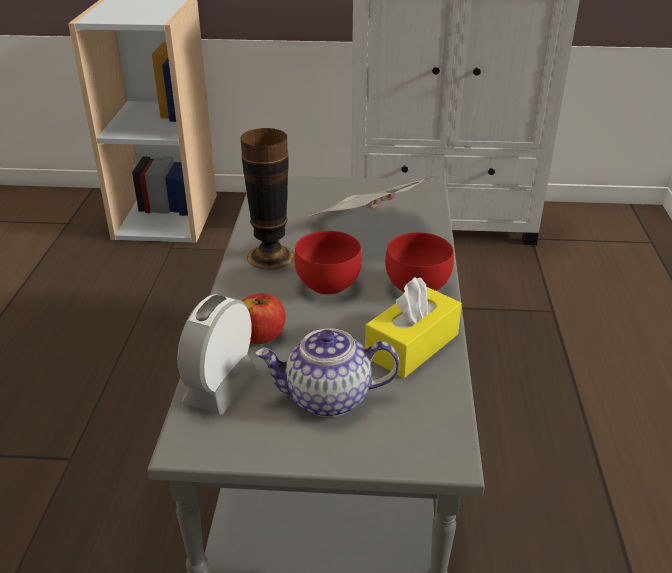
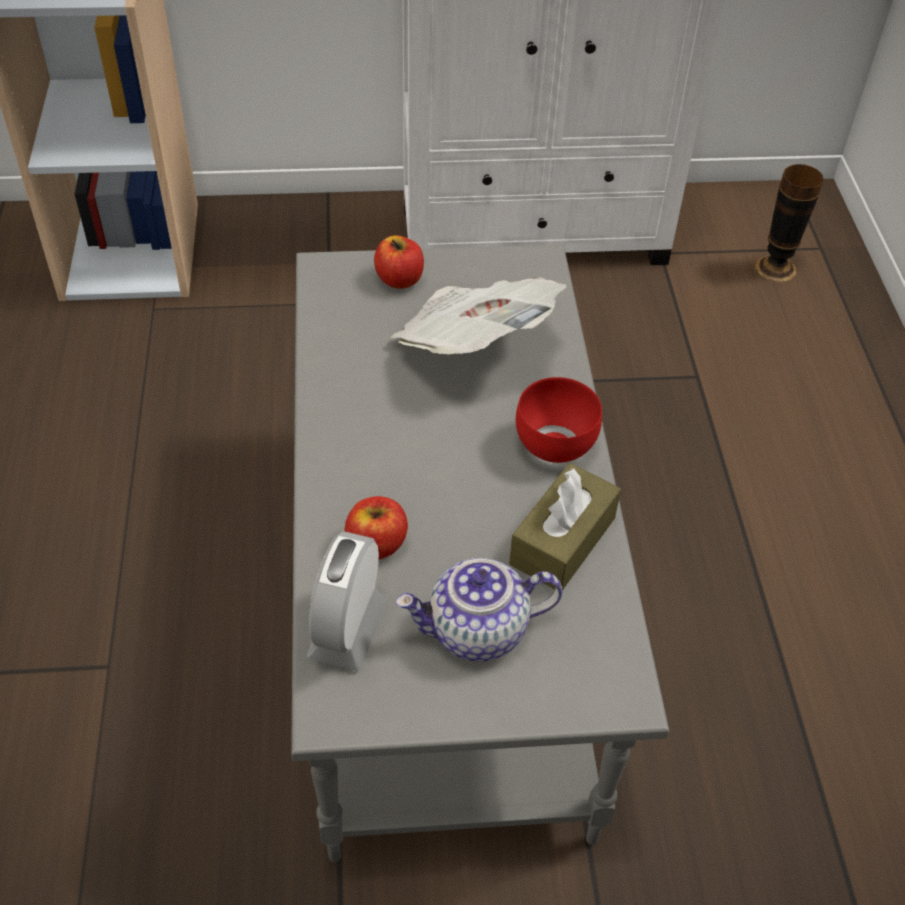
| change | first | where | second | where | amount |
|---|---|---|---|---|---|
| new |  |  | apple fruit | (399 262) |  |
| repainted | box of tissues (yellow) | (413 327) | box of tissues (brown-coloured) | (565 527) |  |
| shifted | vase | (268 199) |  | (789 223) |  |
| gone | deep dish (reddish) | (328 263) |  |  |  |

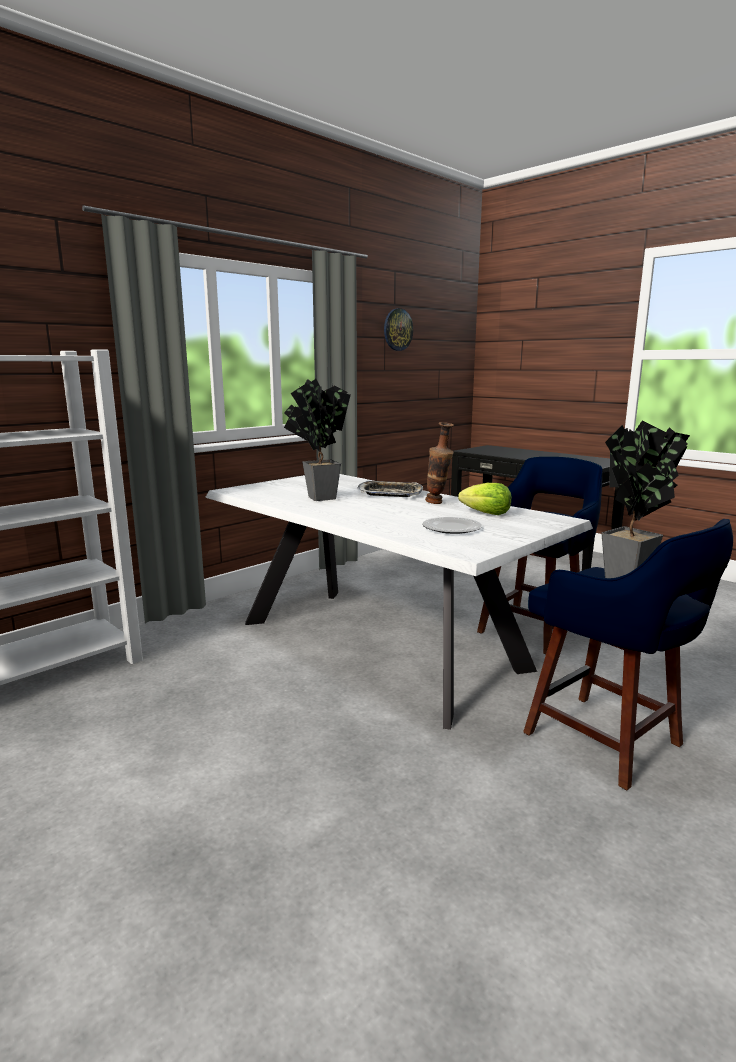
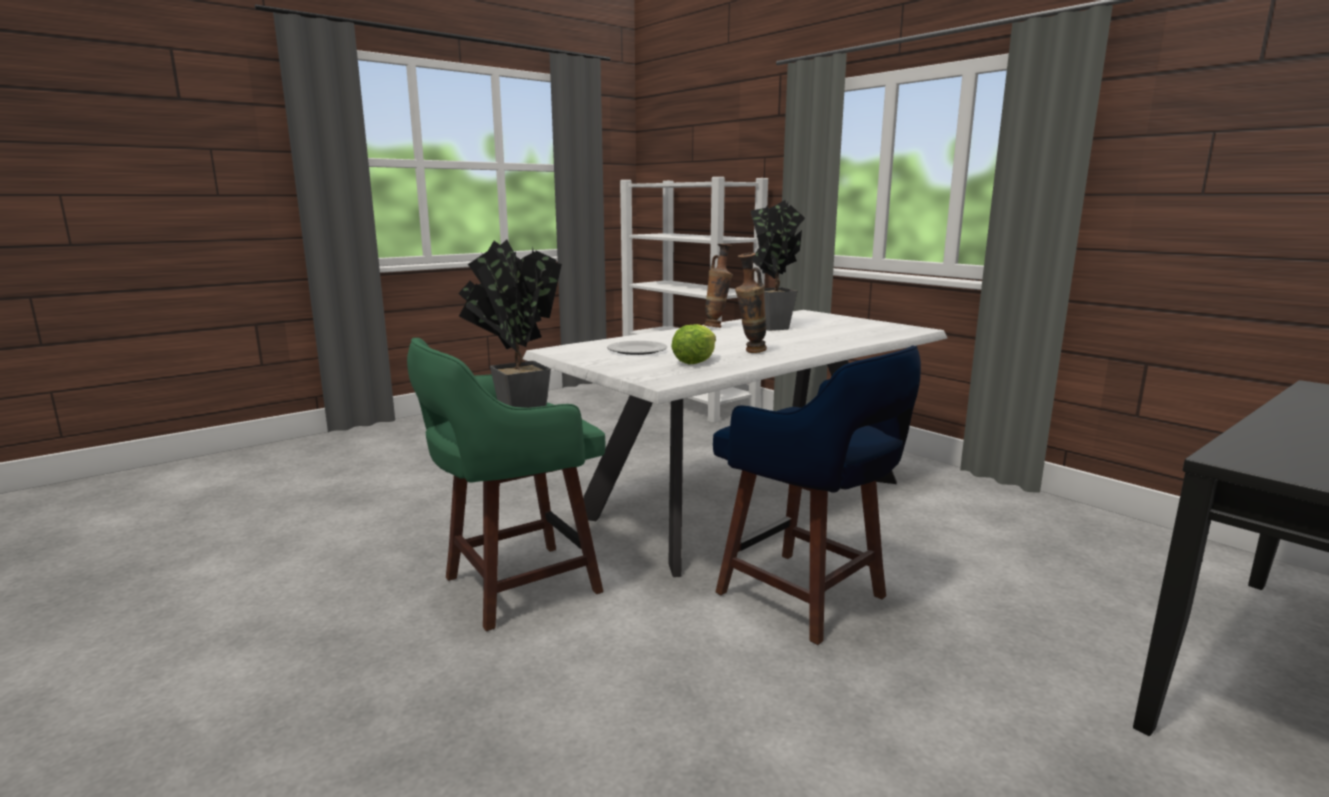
| change | first | where | second | where | amount |
|---|---|---|---|---|---|
| repainted | stool (blue) | (628 654) | stool (green-coloured) | (506 484) |  |
| new |  |  | vase | (718 286) |  |
| gone | carrying tray | (390 489) |  |  |  |
| gone | wall clock | (398 329) |  |  |  |

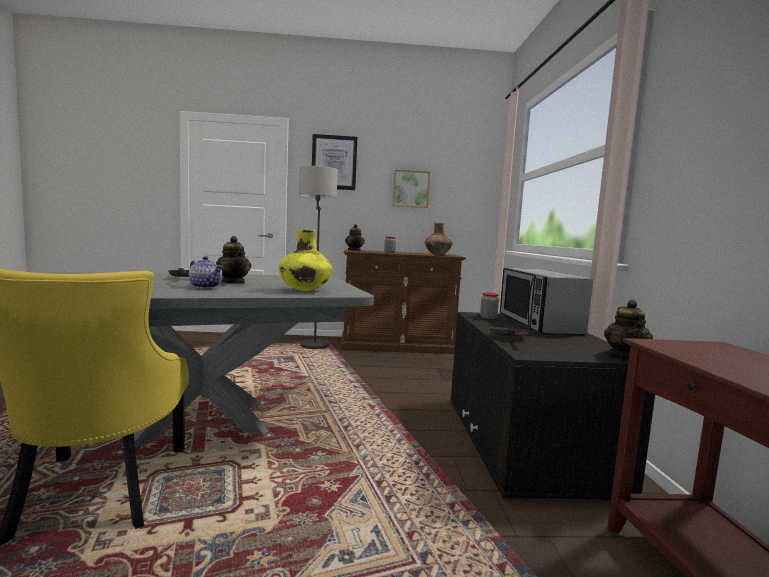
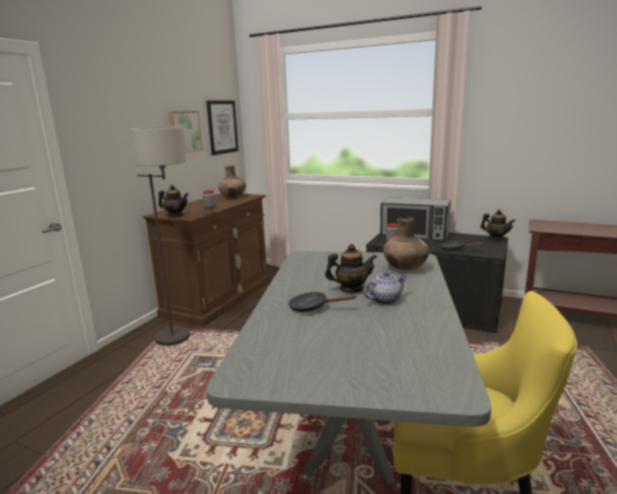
| change | first | where | second | where | amount |
|---|---|---|---|---|---|
| shifted | wall picture | (334 162) |  | (222 127) |  |
| repainted | vase (yellow) | (305 260) | vase (brown-coloured) | (406 243) |  |

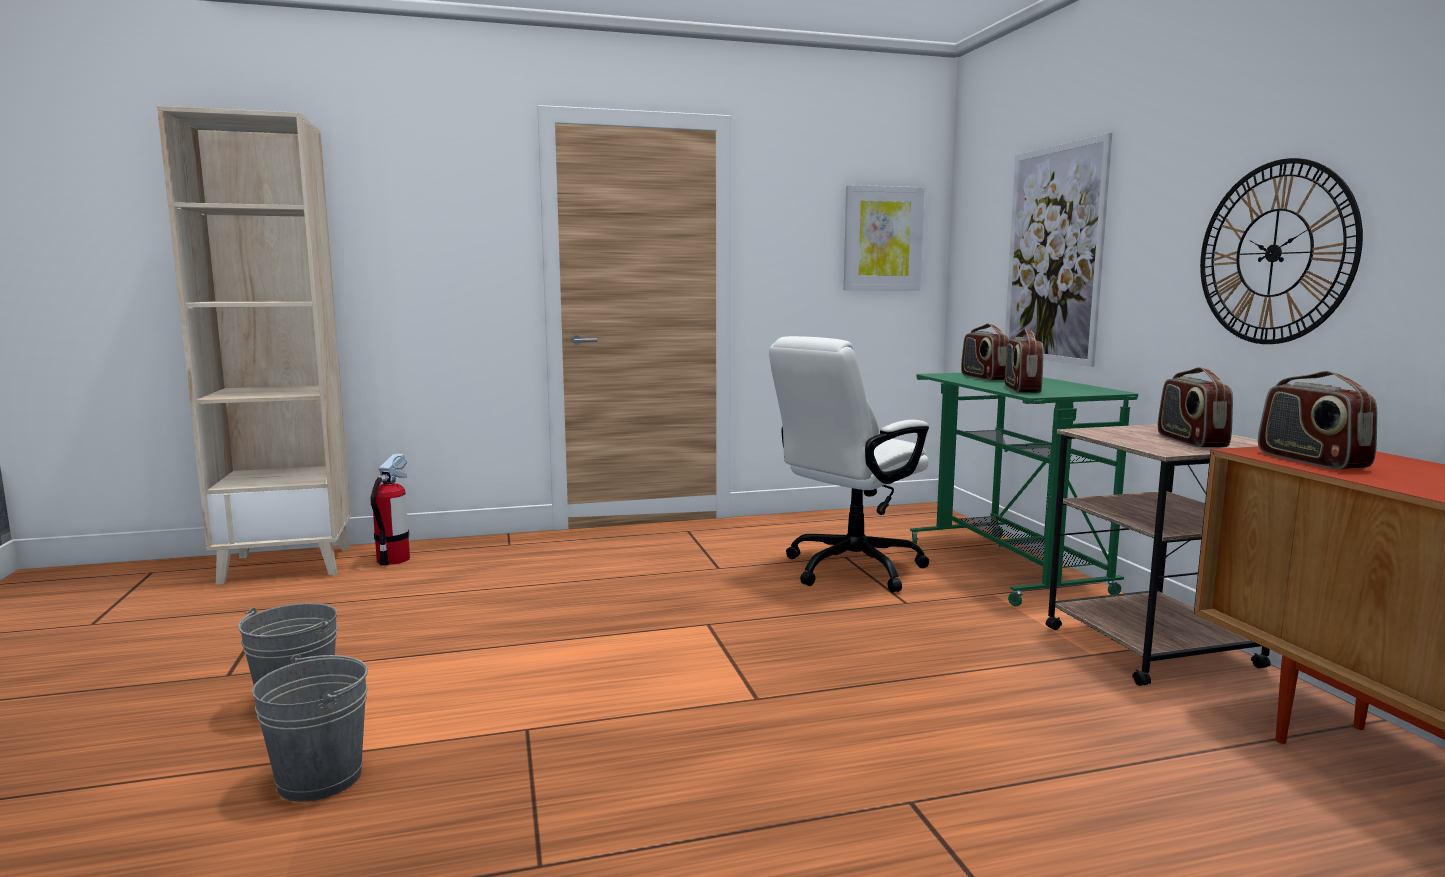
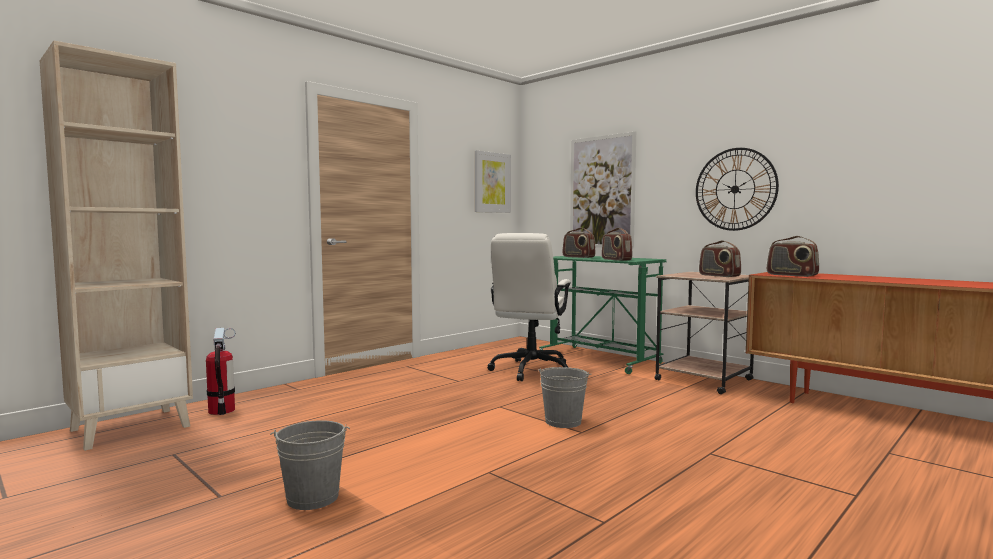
| change | first | where | second | where | amount |
|---|---|---|---|---|---|
| shifted | bucket (grey) | (310 728) |  | (564 397) |  |

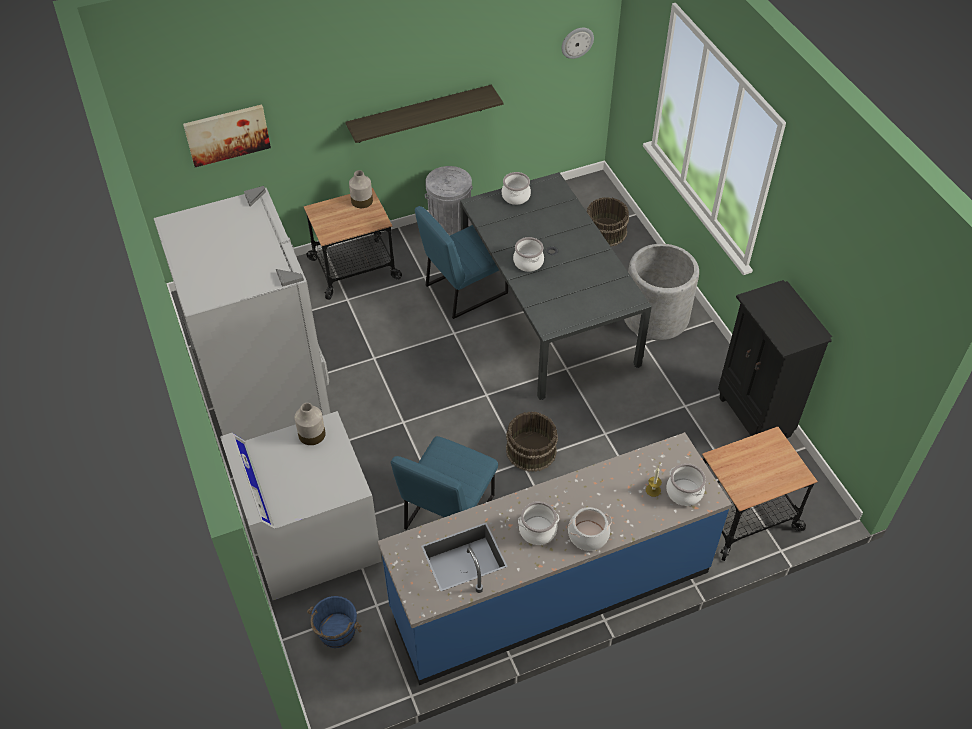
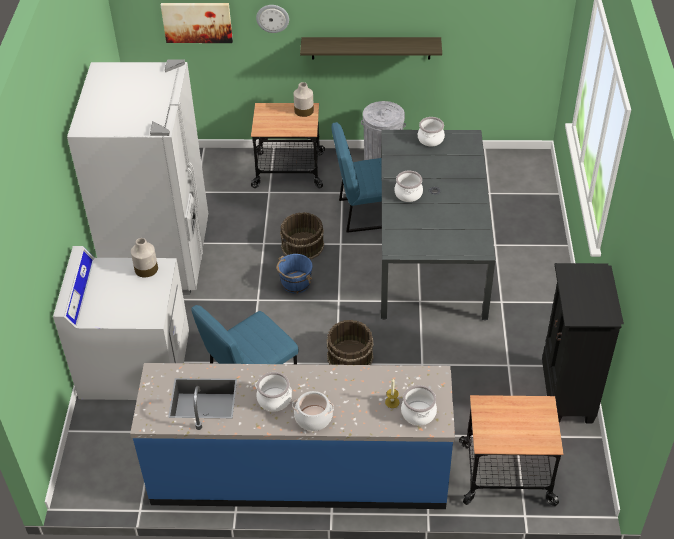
| change | first | where | second | where | amount |
|---|---|---|---|---|---|
| shifted | wall clock | (578 43) |  | (272 19) |  |
| shifted | bucket (blue) | (334 622) |  | (294 273) |  |
| shifted | bucket (brown-coloured) | (608 222) |  | (302 236) |  |
| gone | planter (grey) | (661 292) |  |  |  |

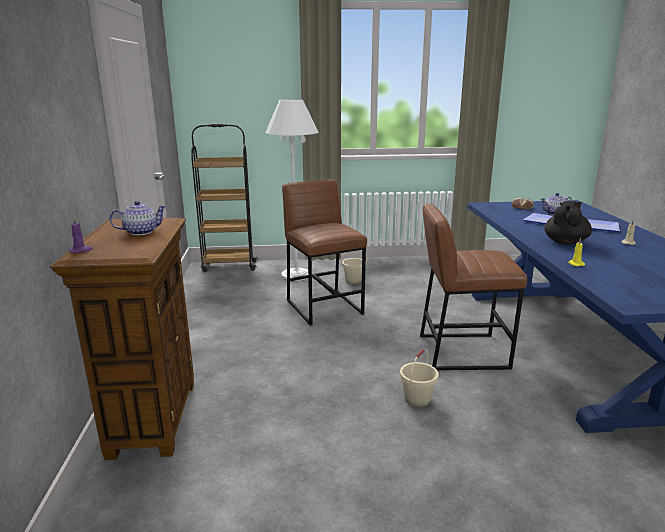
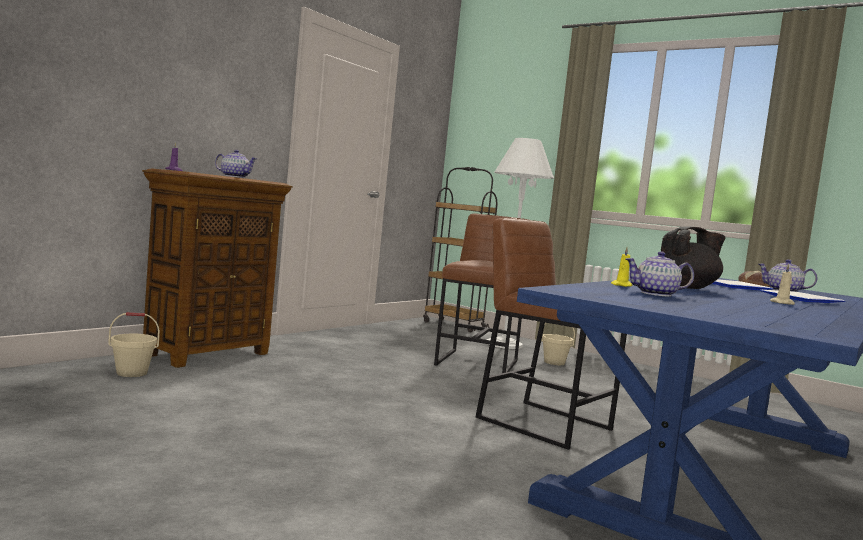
| change | first | where | second | where | amount |
|---|---|---|---|---|---|
| shifted | bucket (beige-coloured) | (419 378) |  | (134 344) |  |
| new |  |  | teapot | (660 274) |  |

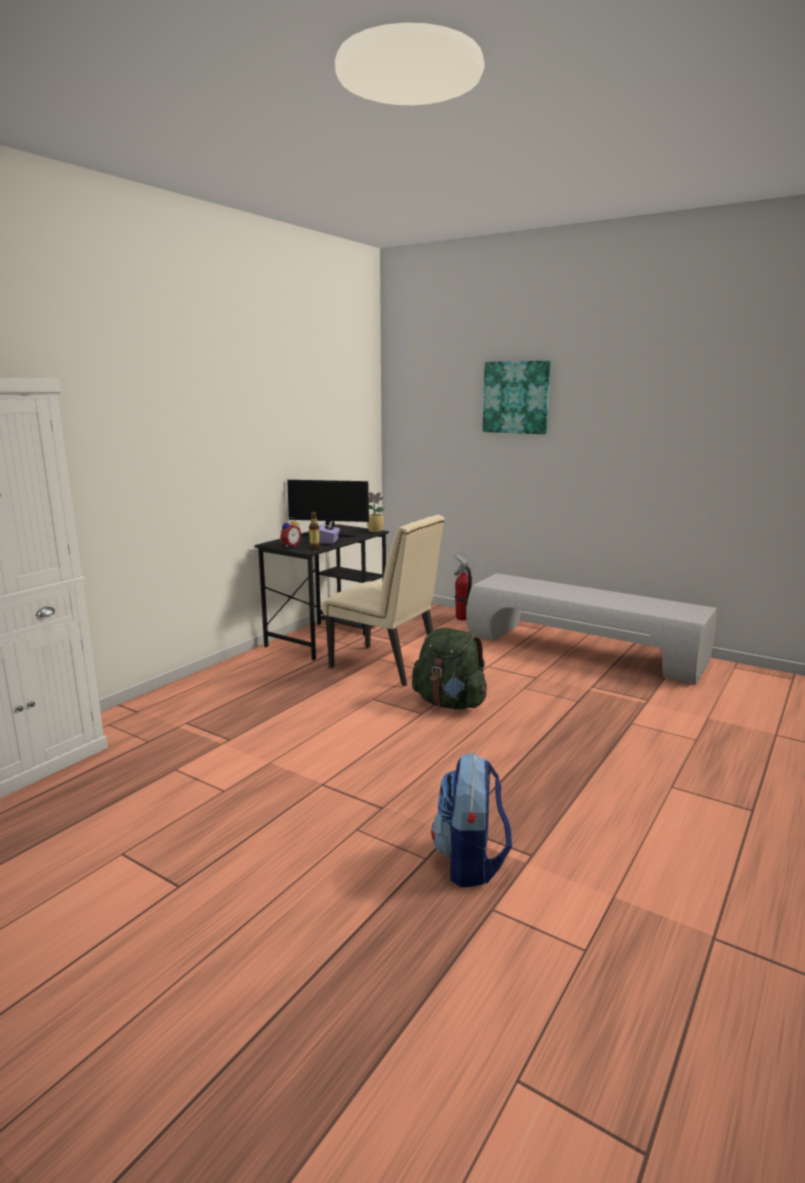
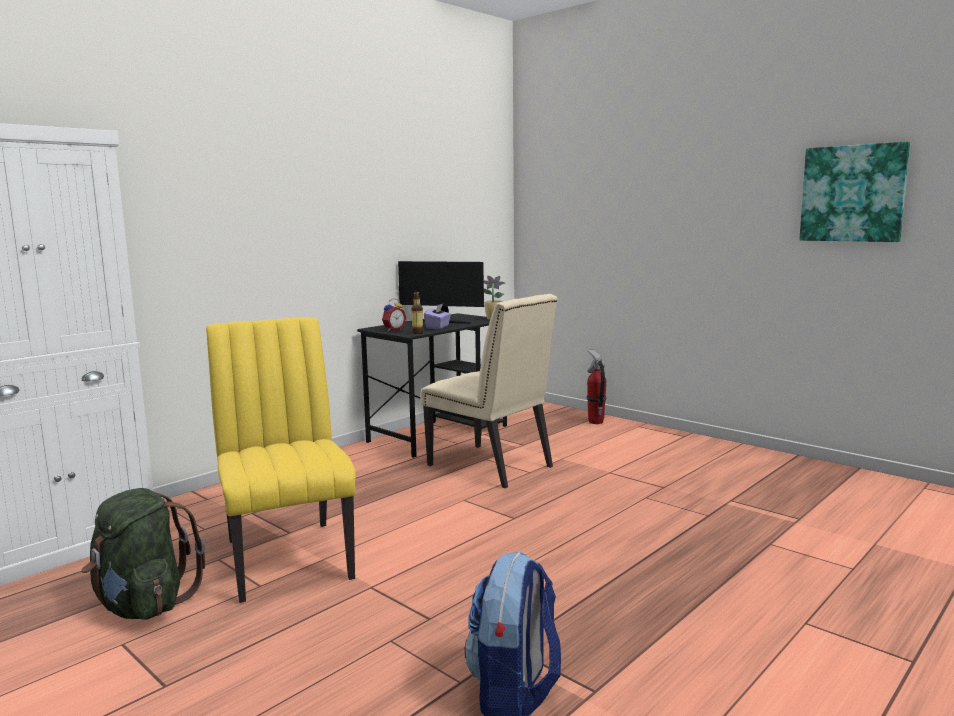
| change | first | where | second | where | amount |
|---|---|---|---|---|---|
| shifted | knapsack (green-coloured) | (449 668) |  | (143 554) |  |
| new |  |  | plain chair (yellow) | (281 460) |  |
| shifted | wall picture | (516 397) |  | (854 191) |  |
| gone | indoor bench (grey) | (591 628) |  |  |  |

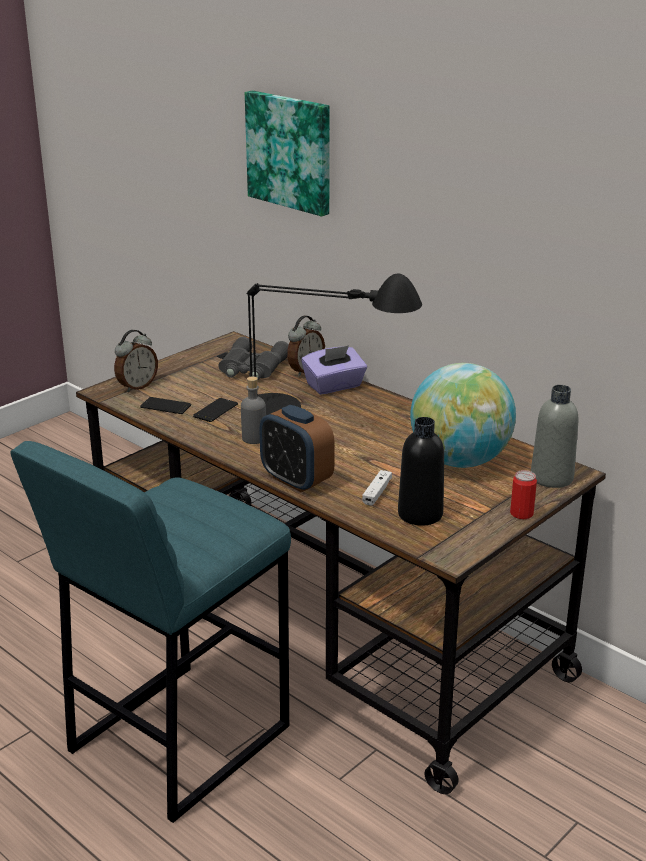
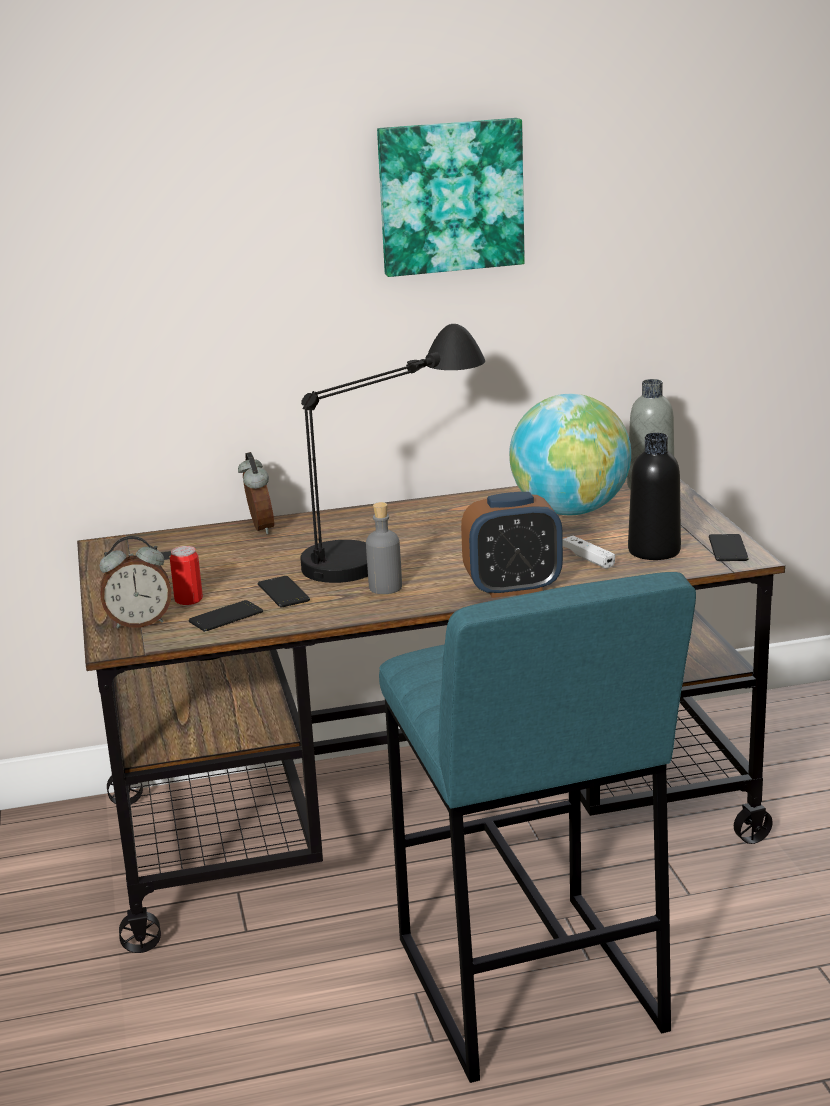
| change | first | where | second | where | amount |
|---|---|---|---|---|---|
| rotated | table clock | (136 361) |  | (135 582) | 90 degrees clockwise |
| shifted | sealed can | (523 494) |  | (186 575) |  |
| shifted | wall picture | (287 153) |  | (451 197) |  |
| new |  |  | handset | (728 547) |  |
| gone | binoculars (grey) | (254 358) |  |  |  |
| gone | box of tissues (purplish) | (334 370) |  |  |  |

